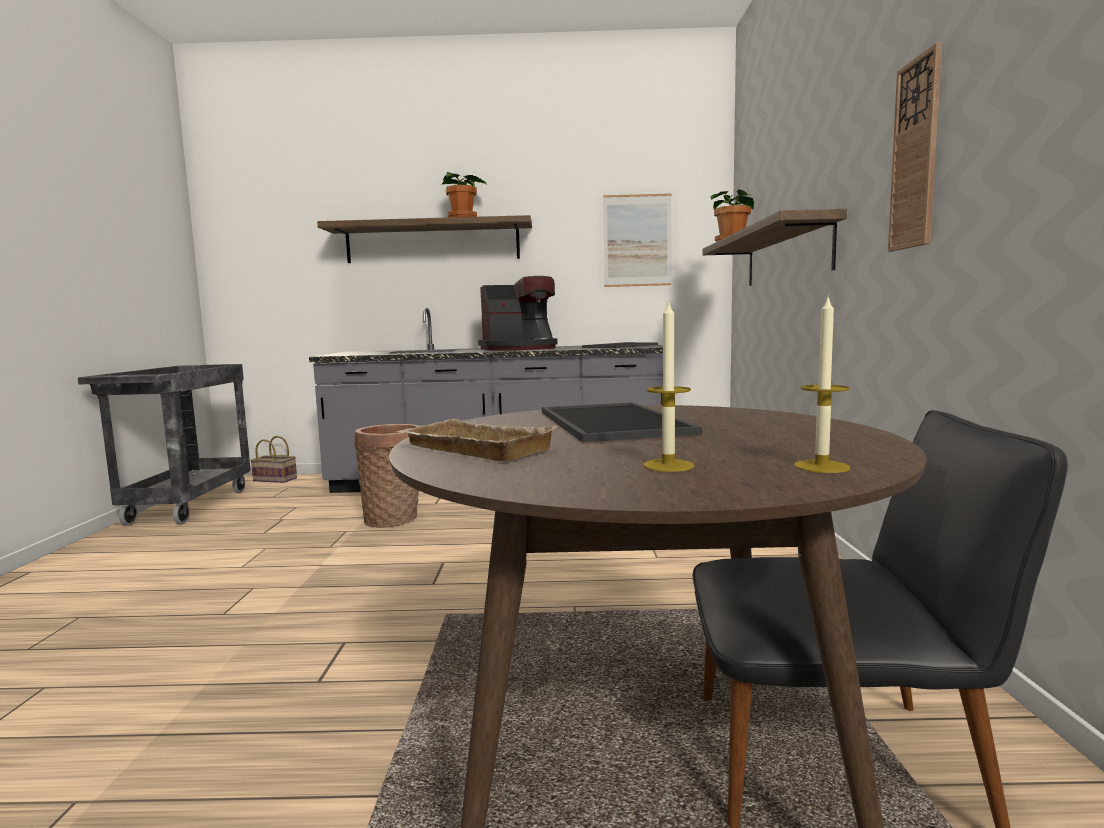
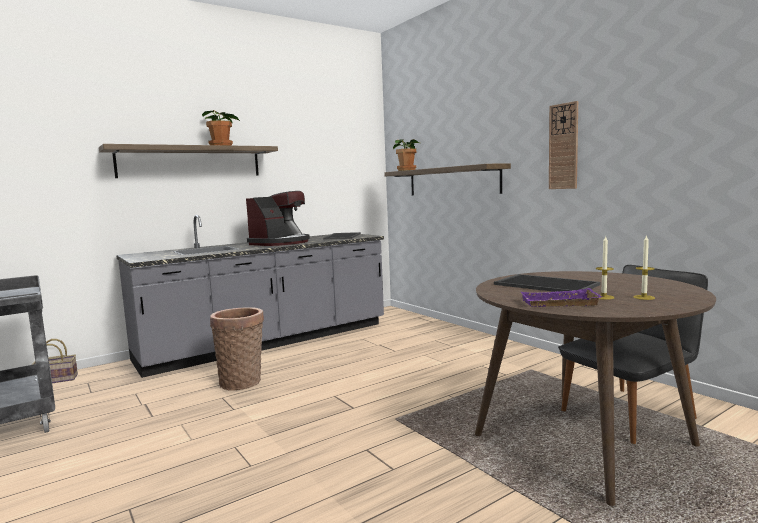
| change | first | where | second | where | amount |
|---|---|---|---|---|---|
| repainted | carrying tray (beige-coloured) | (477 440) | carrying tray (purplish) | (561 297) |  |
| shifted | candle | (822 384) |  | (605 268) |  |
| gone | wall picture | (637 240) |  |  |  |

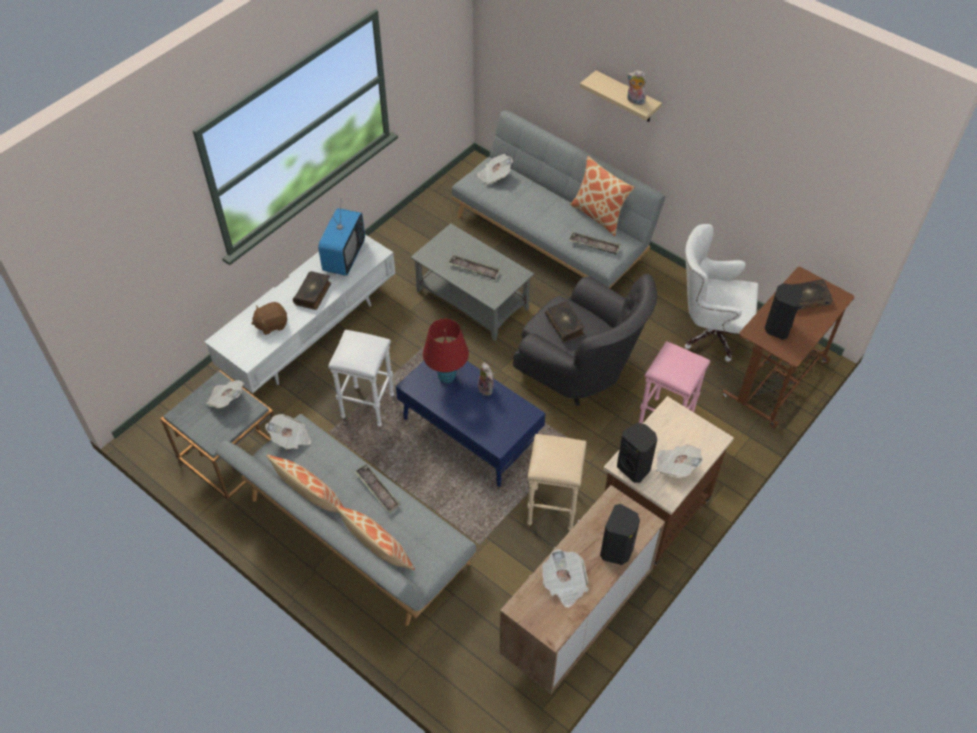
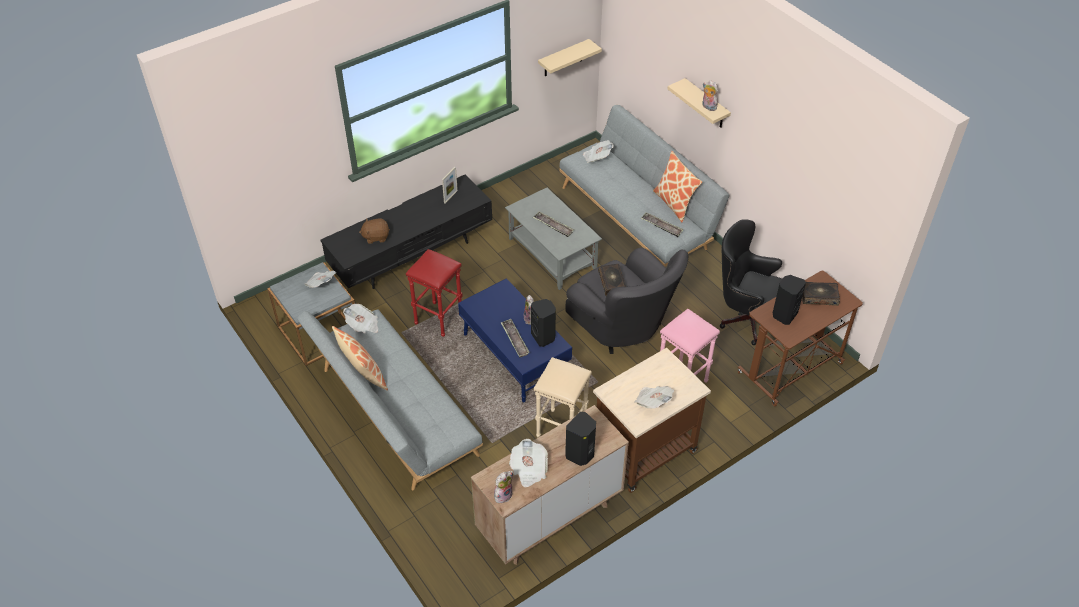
| change | first | where | second | where | amount |
|---|---|---|---|---|---|
| repainted | media console (whitish) | (300 314) | media console (black-coloured) | (406 232) |  |
| repainted | stool (whitish) | (361 378) | stool (reddish) | (434 293) |  |
| swapped | TV | (341 242) | photo frame | (450 185) |  |
| new |  |  | cuddly toy | (503 487) |  |
| shifted | carrying tray | (377 488) |  | (515 338) |  |
| shifted | speaker (black-coloured) | (637 453) |  | (543 323) |  |
| new |  |  | bracket shelf (beige-coloured) | (570 57) |  |
| repainted | computer chair (whitish) | (721 293) | computer chair (black-coloured) | (751 282) |  |
| gone | bound book | (312 290) |  |  |  |
| gone | cushion | (375 537) |  |  |  |
| gone | table lamp (reddish) | (446 351) |  |  |  |

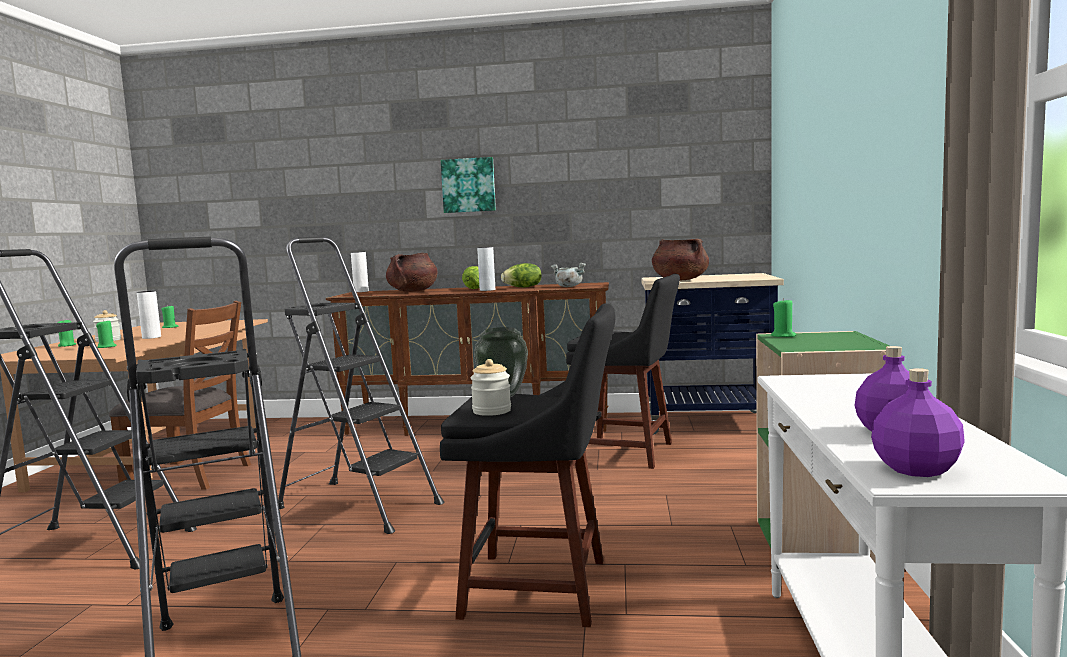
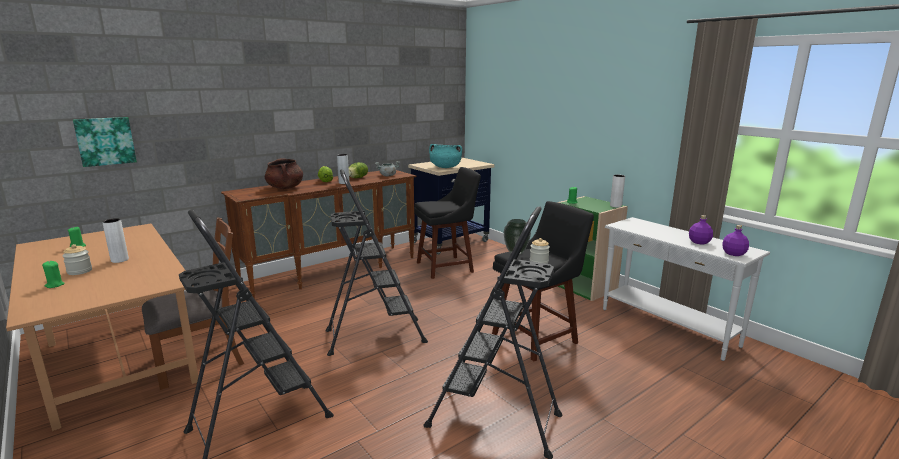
| change | first | where | second | where | amount |
|---|---|---|---|---|---|
| shifted | wall picture | (468 185) |  | (105 142) |  |
| repainted | saucepot (brown-coloured) | (680 260) | saucepot (turquoise) | (445 156) |  |
| shifted | vase (whitish) | (360 272) |  | (617 191) |  |
| gone | candle (green-coloured) | (106 334) |  |  |  |

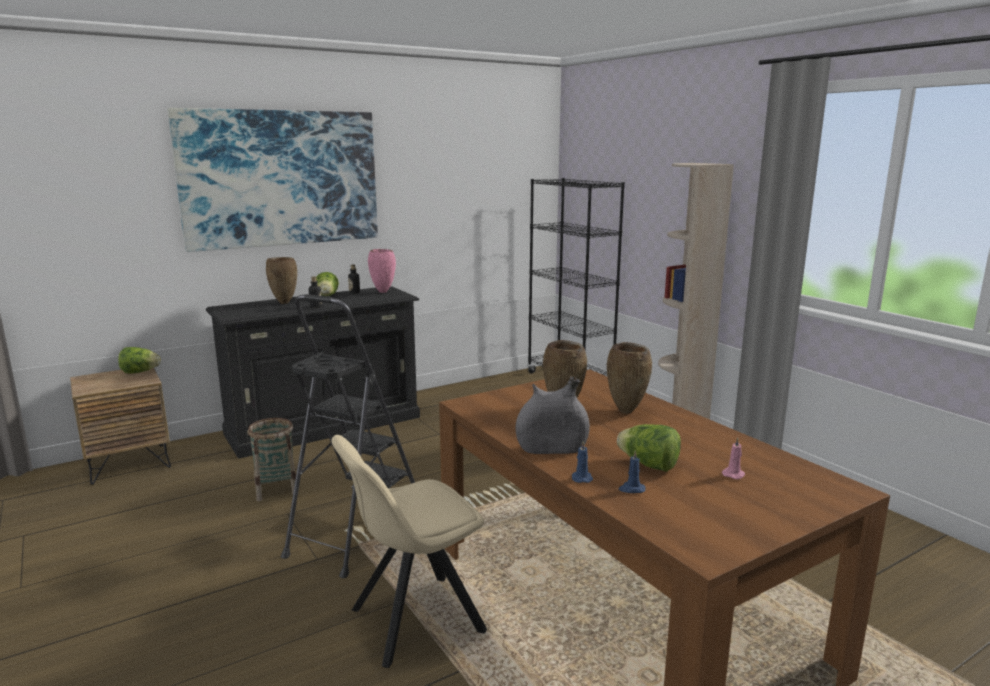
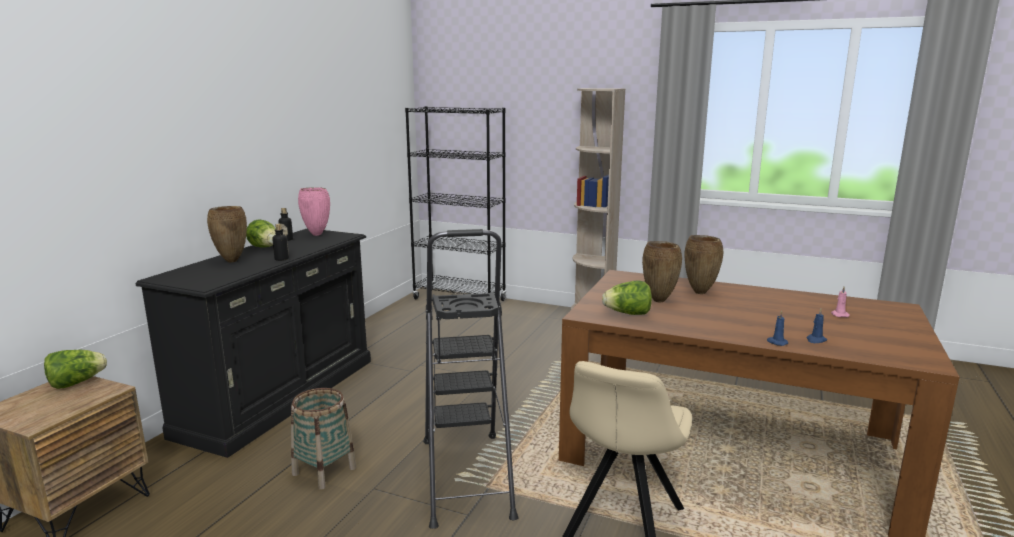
| change | first | where | second | where | amount |
|---|---|---|---|---|---|
| shifted | lettuce head | (649 448) |  | (627 298) |  |
| gone | wall picture | (272 180) |  |  |  |
| gone | vase (grey) | (553 415) |  |  |  |

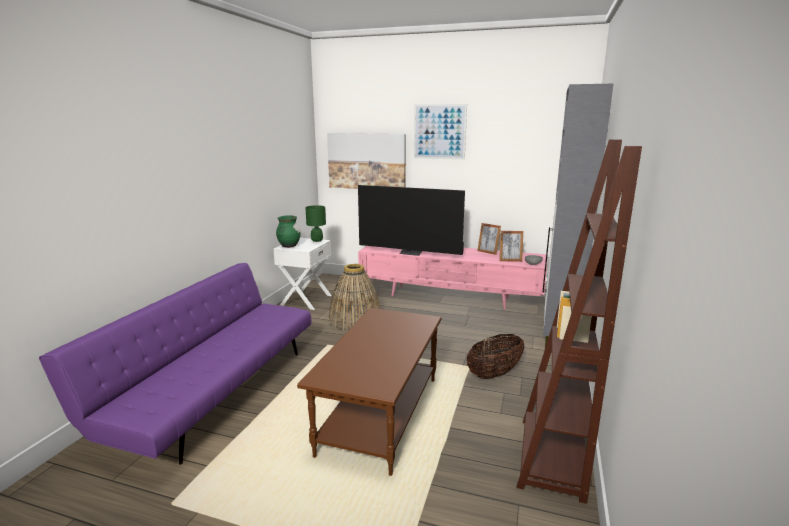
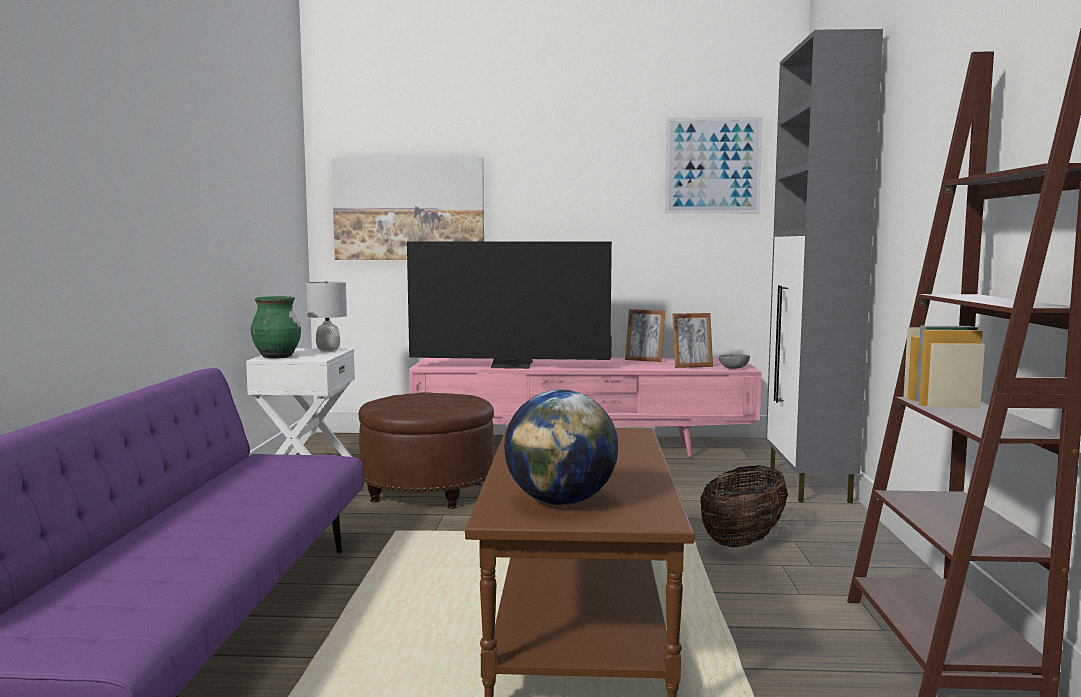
| change | first | where | second | where | amount |
|---|---|---|---|---|---|
| repainted | table lamp (green-coloured) | (315 223) | table lamp (grey) | (326 316) |  |
| swapped | storage basket | (355 297) | ottoman (brown-coloured) | (426 450) |  |
| new |  |  | desk globe | (561 447) |  |
| shifted | wall picture | (440 132) |  | (714 165) |  |

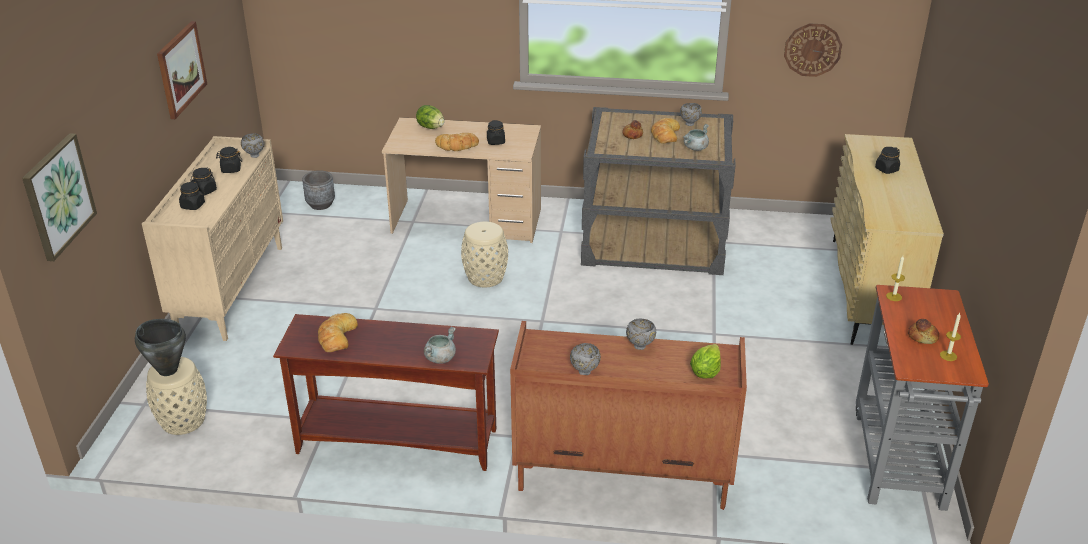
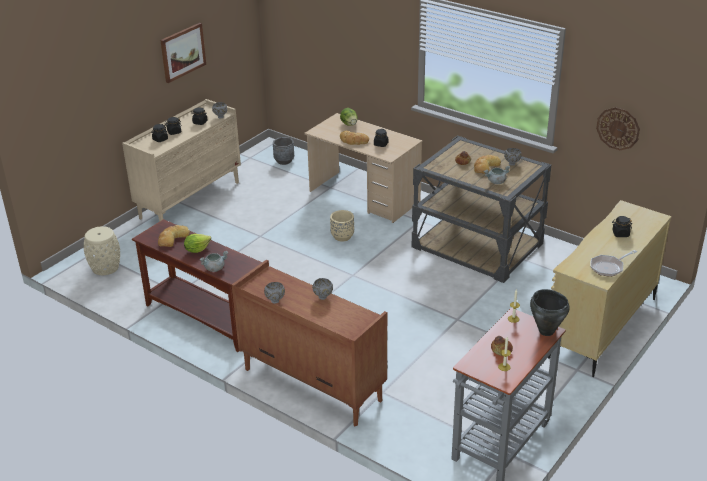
| change | first | where | second | where | amount |
|---|---|---|---|---|---|
| shifted | lettuce head | (705 361) |  | (197 243) |  |
| swapped | stool (beige-coloured) | (484 254) | planter (beige-coloured) | (342 226) |  |
| shifted | saucepot (black-coloured) | (160 347) |  | (550 312) |  |
| new |  |  | skillet | (613 263) |  |
| gone | wall picture | (59 197) |  |  |  |

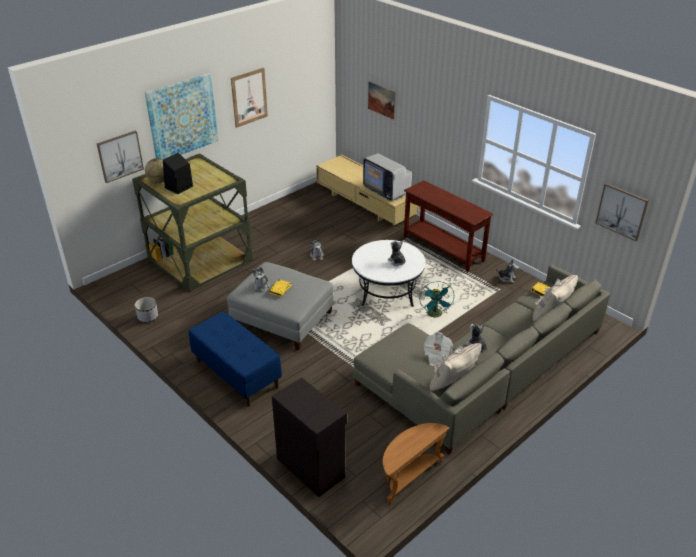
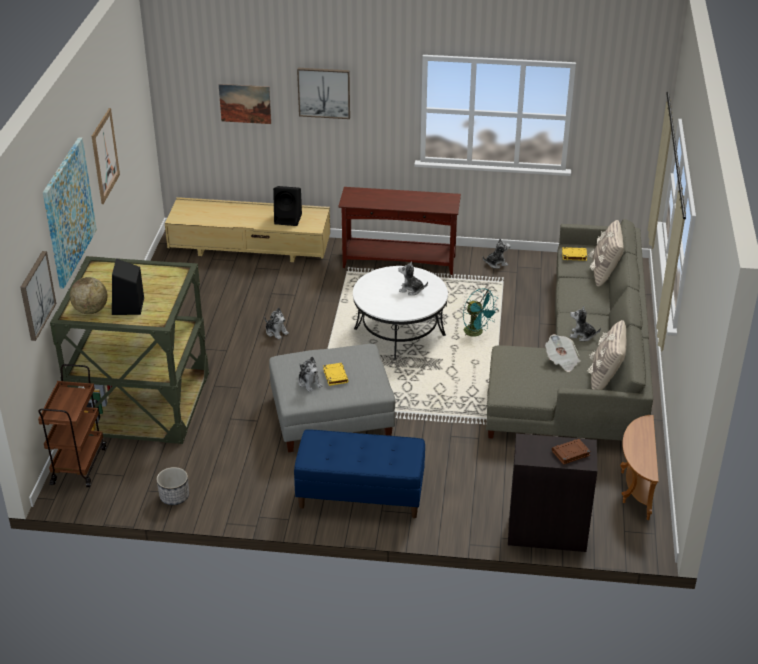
| change | first | where | second | where | amount |
|---|---|---|---|---|---|
| new |  |  | wheeled cart (brown-coloured) | (72 425) |  |
| swapped | TV | (387 177) | speaker (black-coloured) | (287 206) |  |
| shifted | wall picture | (622 212) |  | (323 93) |  |
| new |  |  | bound book (brown-coloured) | (571 452) |  |

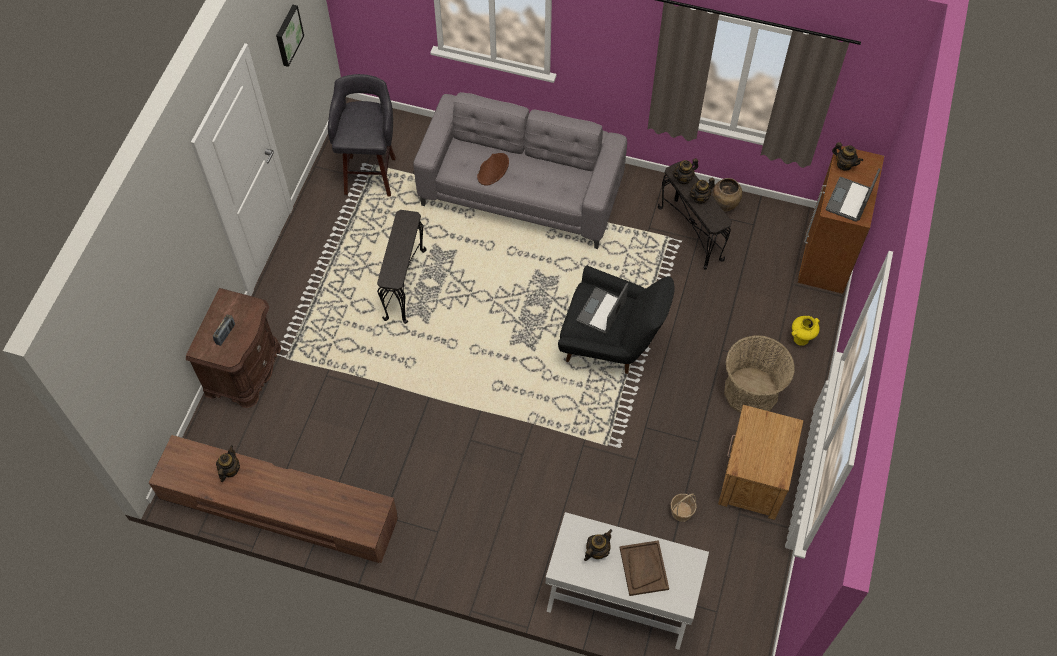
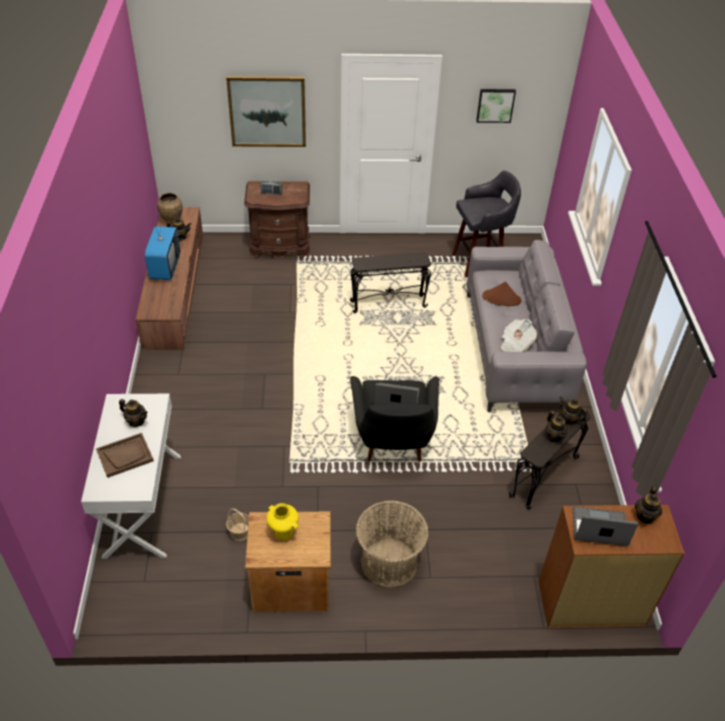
| change | first | where | second | where | amount |
|---|---|---|---|---|---|
| new |  |  | TV | (162 246) |  |
| shifted | vase (brown-coloured) | (727 195) |  | (170 208) |  |
| new |  |  | wall picture | (266 111) |  |
| shifted | vase (yellow) | (805 331) |  | (282 522) |  |
| new |  |  | newspaper | (519 335) |  |
| rotated | teapot | (702 191) |  | (556 426) | 150 degrees counterclockwise |

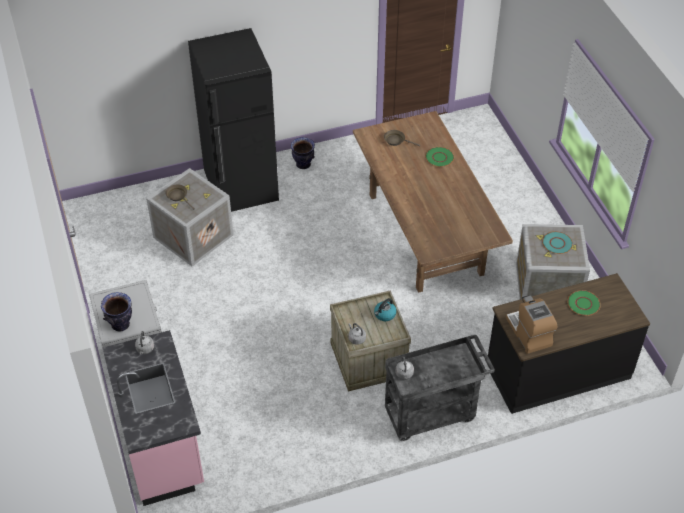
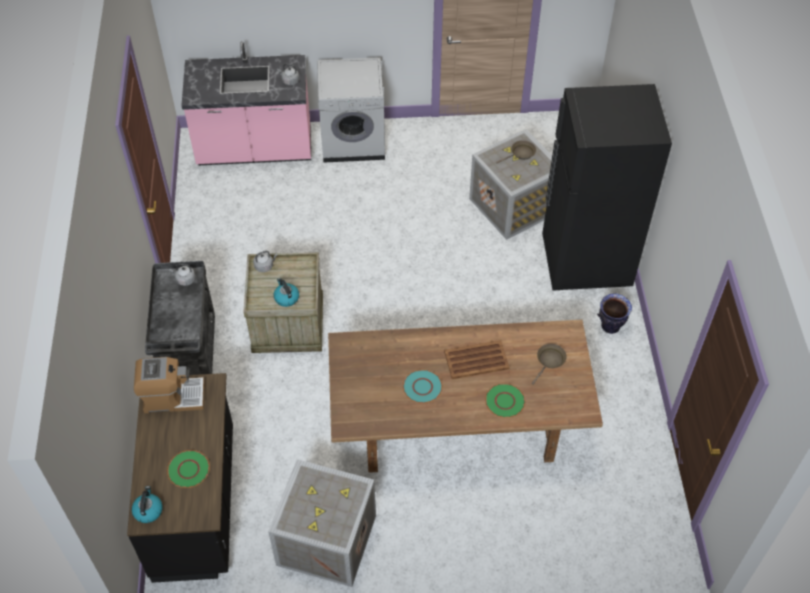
| change | first | where | second | where | amount |
|---|---|---|---|---|---|
| new |  |  | water kettle | (147 504) |  |
| shifted | flat dish (turquoise) | (557 242) |  | (423 386) |  |
| new |  |  | carrying tray (brown-coloured) | (476 359) |  |
| gone | vase | (116 312) |  |  |  |

